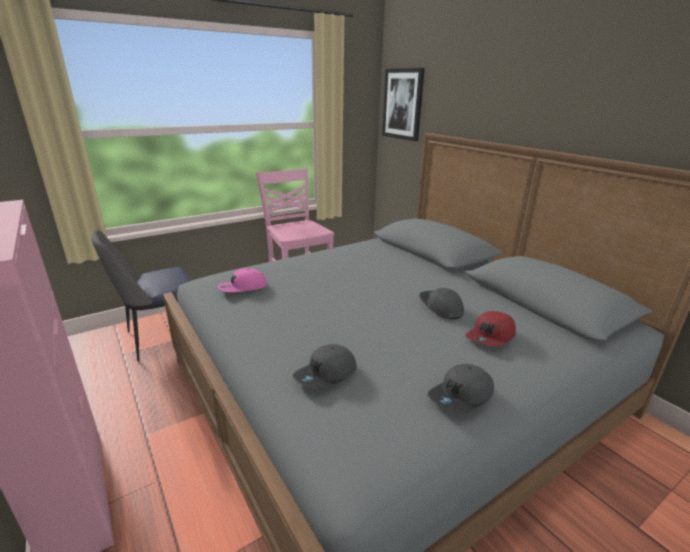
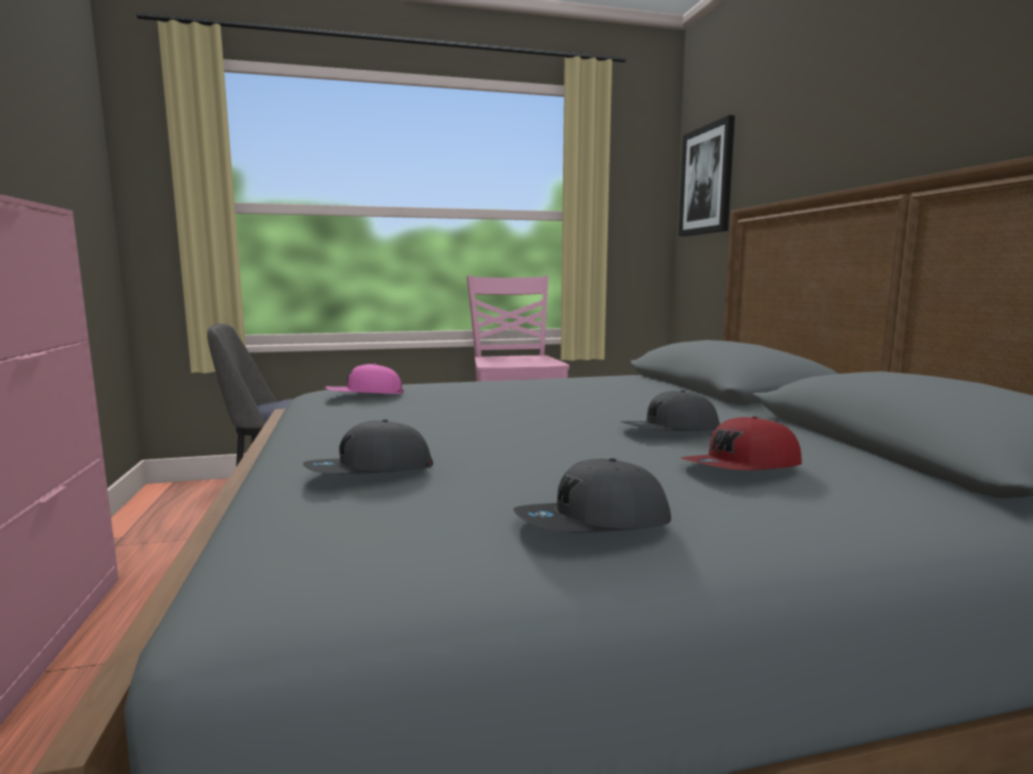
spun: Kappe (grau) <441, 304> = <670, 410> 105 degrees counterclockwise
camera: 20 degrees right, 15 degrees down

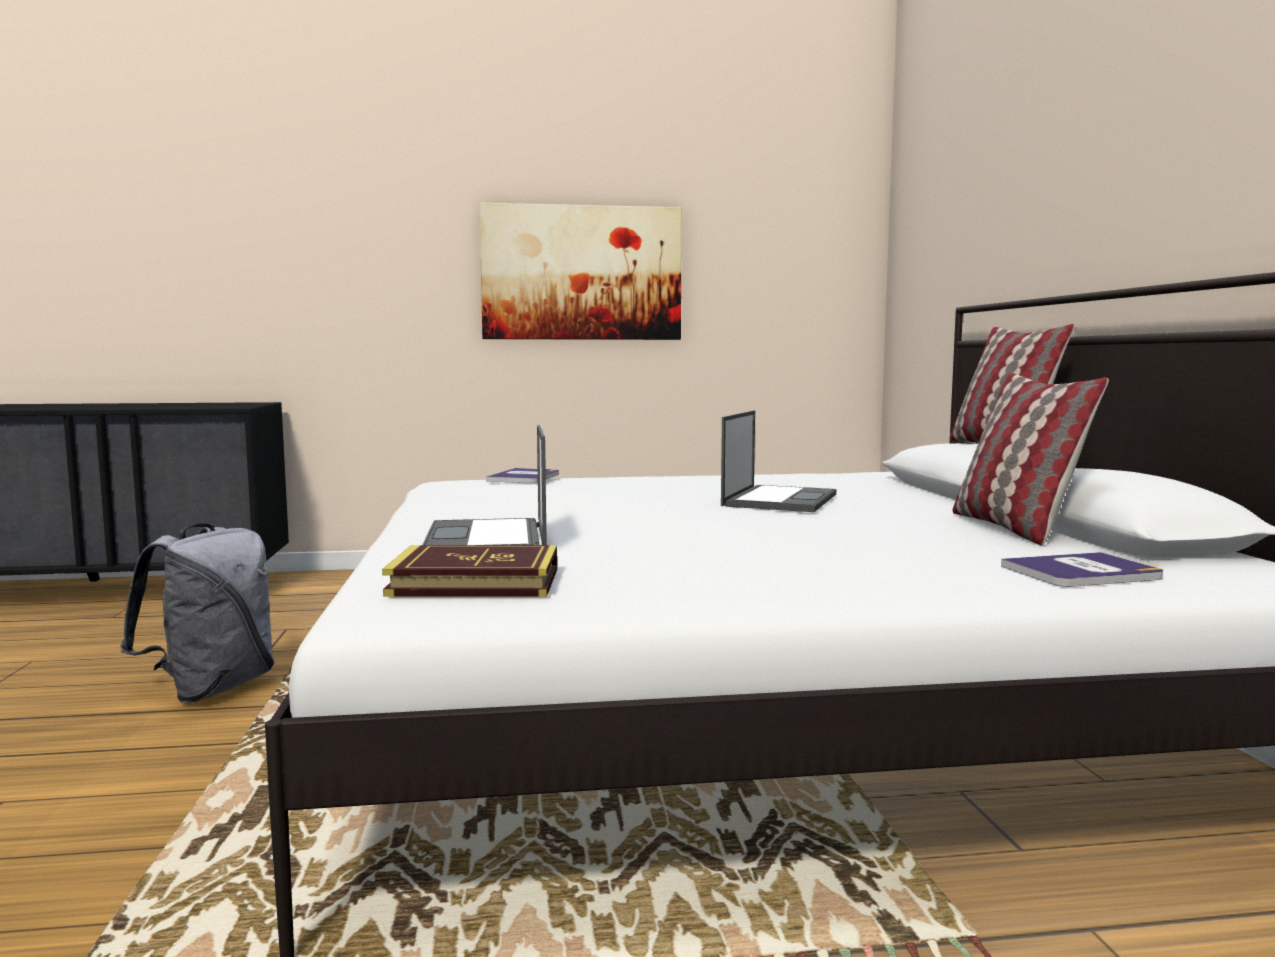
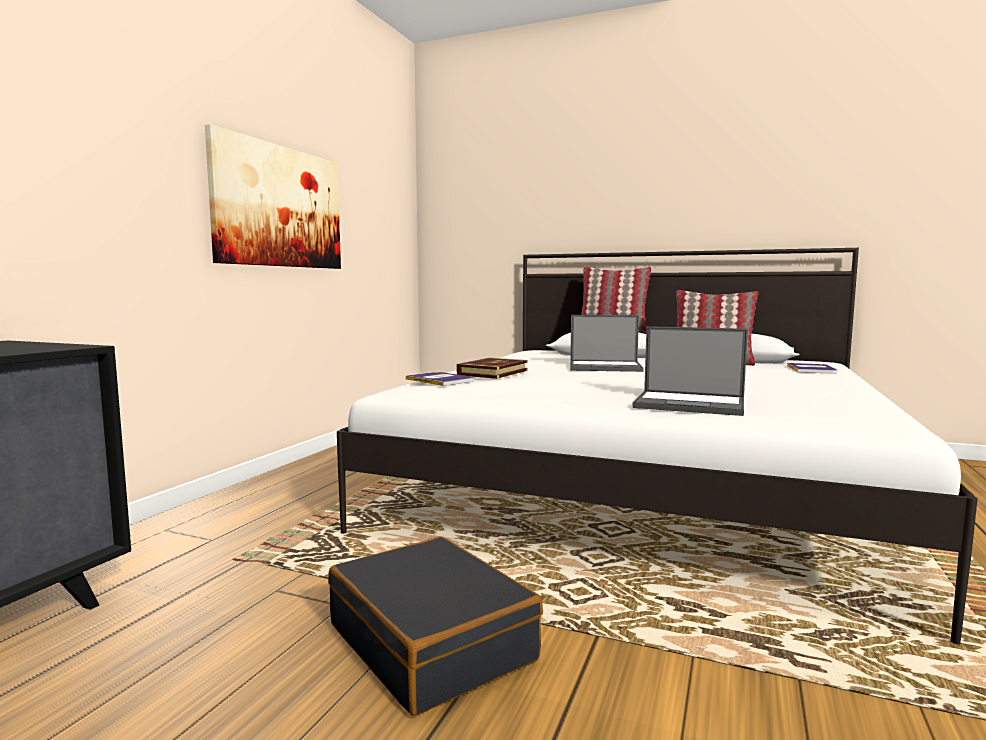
relocated: Buch <469, 571> to <492, 368>
exchanged: Rucksack (grau) <197, 613> to Koffer (schwarz) <435, 626>
spun: Laptop <778, 461> = <606, 343> 135 degrees clockwise
camera: 60 degrees left, 0 degrees up

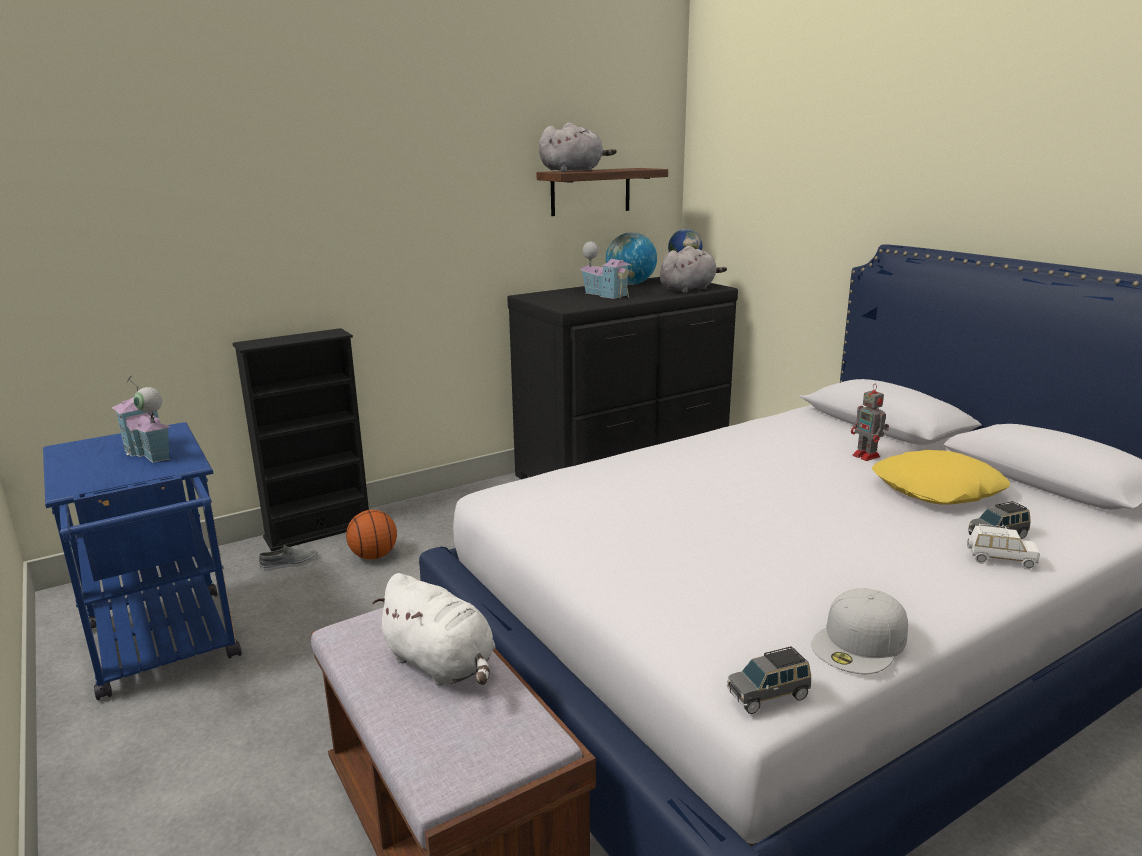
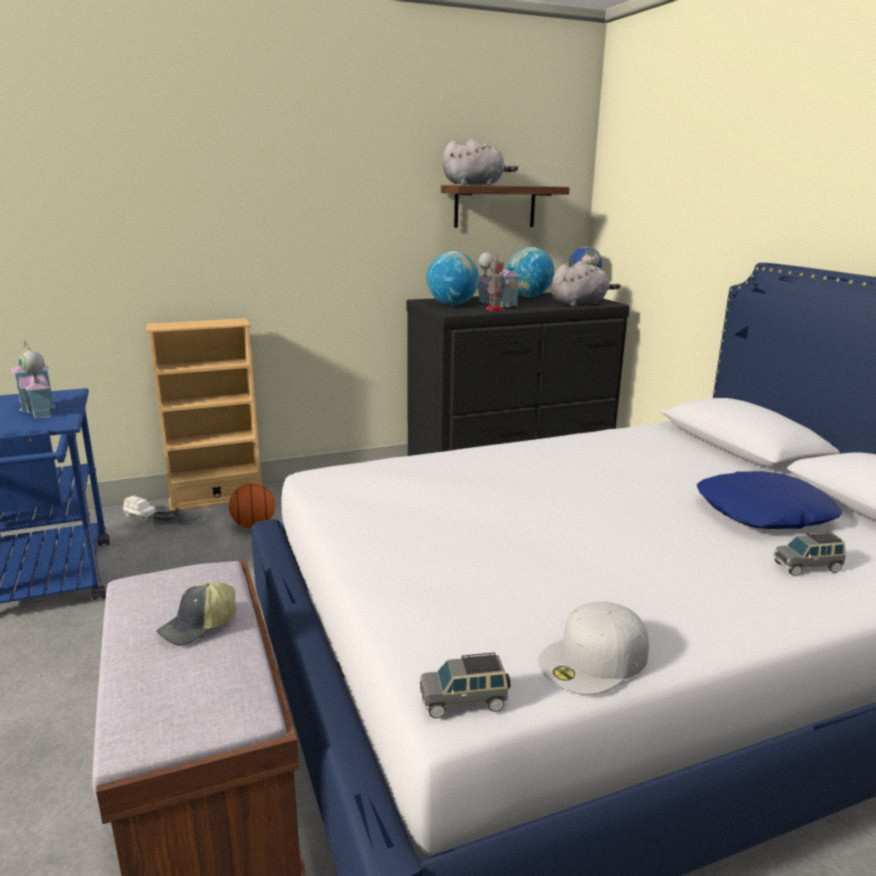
appeared: Globus <453, 278>
relocated: Spielzeugroboter <870, 423> to <495, 283>; Spielzeugauto (weiß) <1003, 547> to <139, 508>
exchanged: Plüschtier (weiß) <434, 629> to Kappe <196, 614>
colour: Bücherregal (schwarz) <300, 439> to Bücherregal (beige) <204, 414>; Kissen (gelb) <941, 477> to Kissen (blau) <769, 500>
camera: 10 degrees right, 0 degrees up

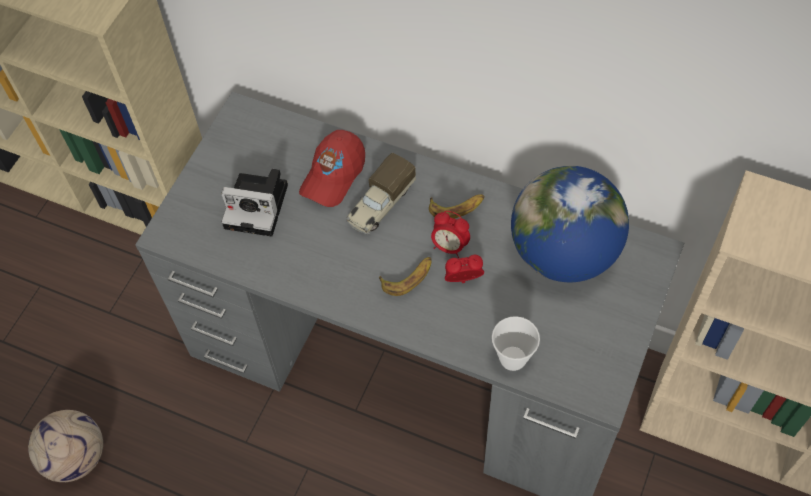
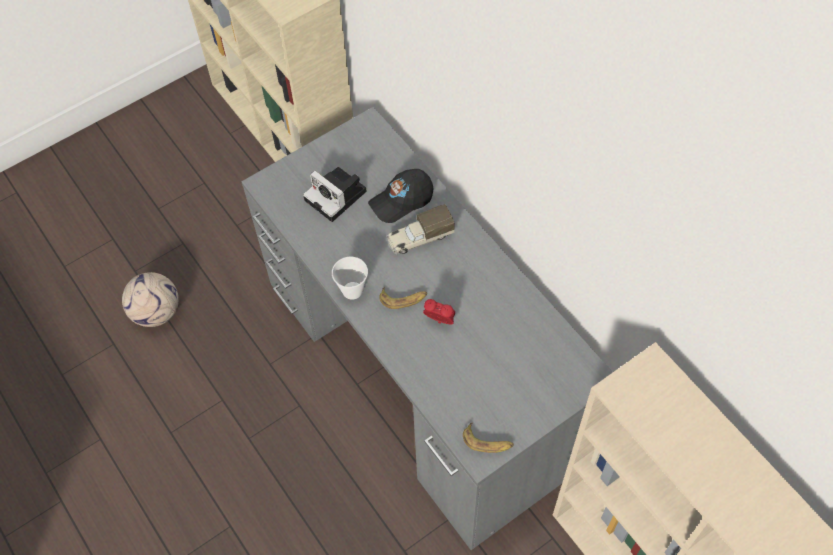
missing: Wecker <450, 234>; Globus <570, 224>
relocated: Banane <456, 206> to <488, 438>; Tasse <516, 343> to <350, 278>
colour: Kappe (rot) <332, 168> to Kappe (schwarz) <400, 196>
camera: 30 degrees right, 0 degrees up

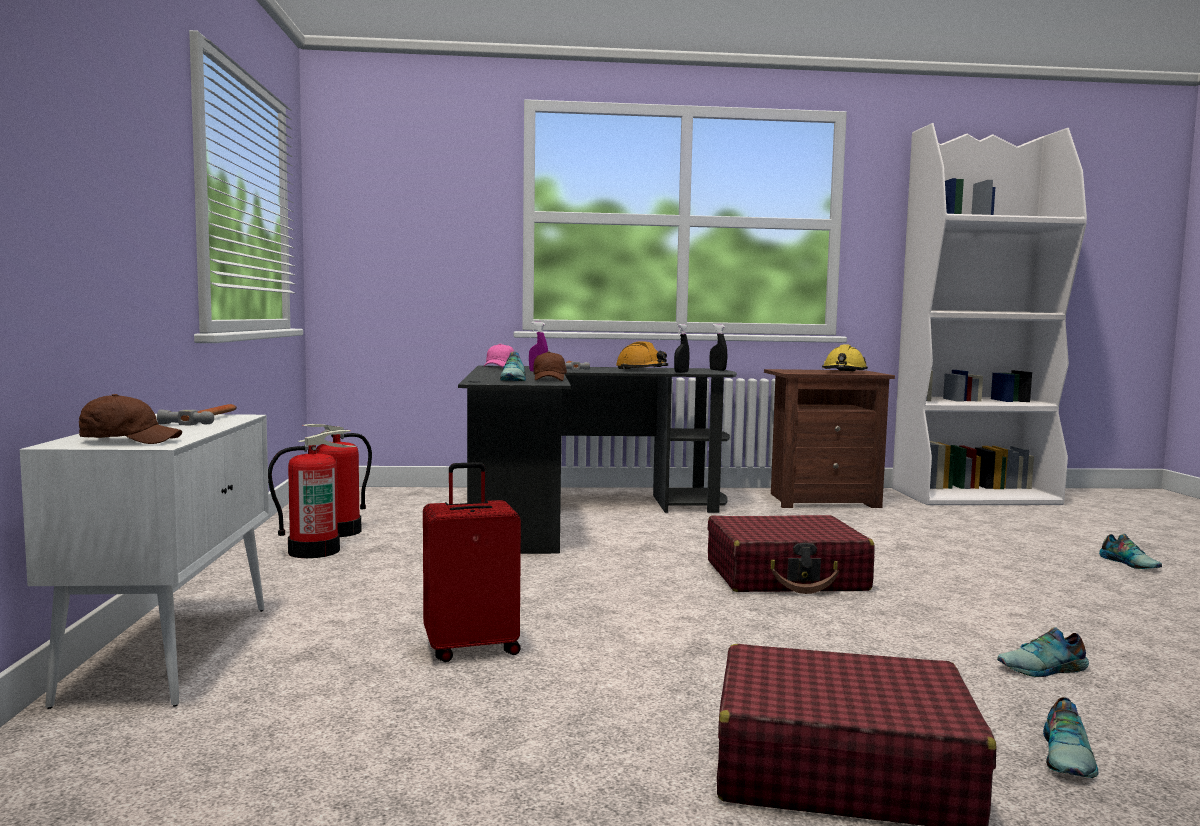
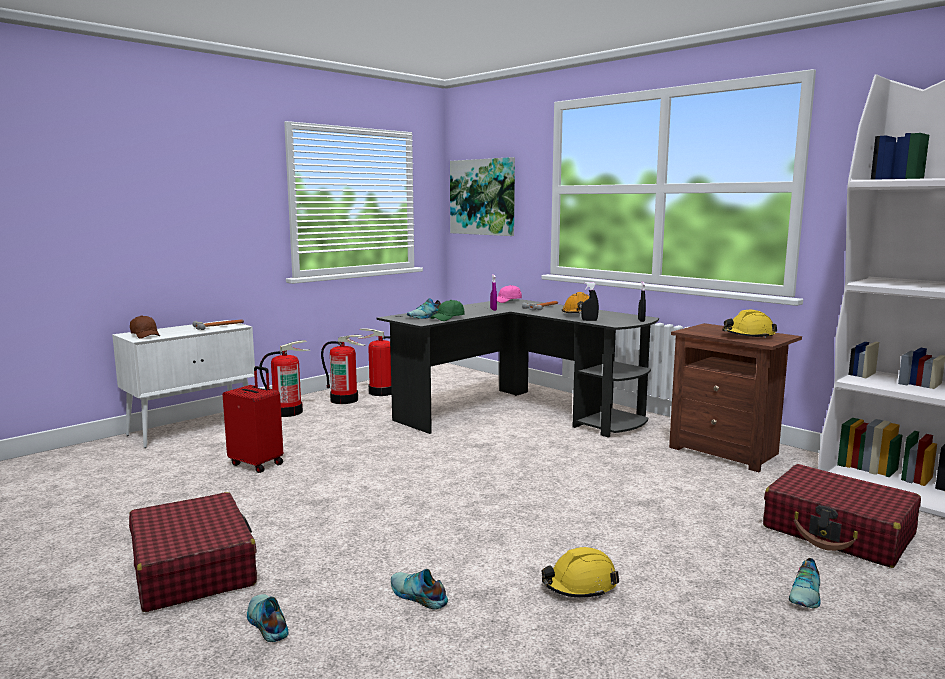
appeared: Feuerlöscher <284, 378>; Bild <482, 196>; Schutzhelm (gelb) <580, 572>
relocated: Koffer (rot) <791, 554> to <842, 516>
colour: Kappe (braun) <550, 366> to Kappe (grün) <447, 310>
spun: Schuh <1071, 737> = <268, 618> 75 degrees clockwise
camera: 50 degrees right, 5 degrees up

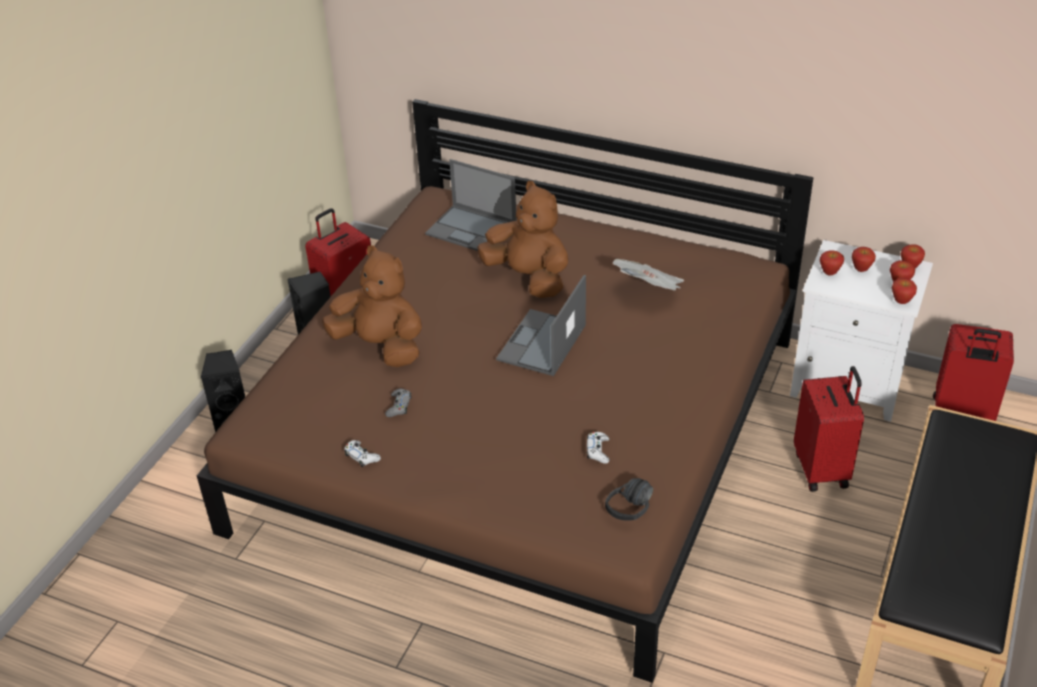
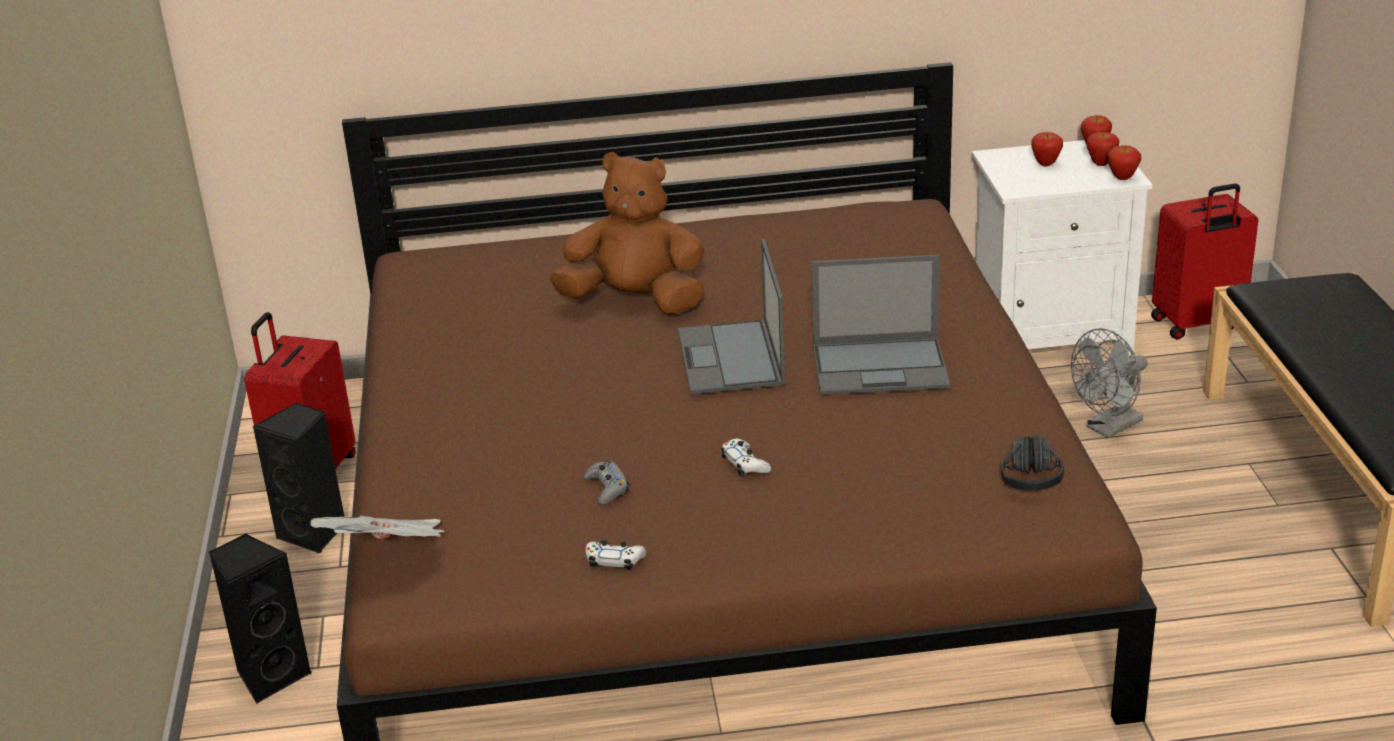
missing: Plüschtier (braun) <372, 306>; Apfel <832, 263>
relocated: Laptop <471, 205> to <881, 325>; Gamepad (weiß) <598, 448> to <746, 456>; Zeitung <648, 275> to <377, 527>
exchanged: Koffer (rot) <829, 429> to Ventilator (grau) <1109, 383>
camera: 30 degrees left, 10 degrees down

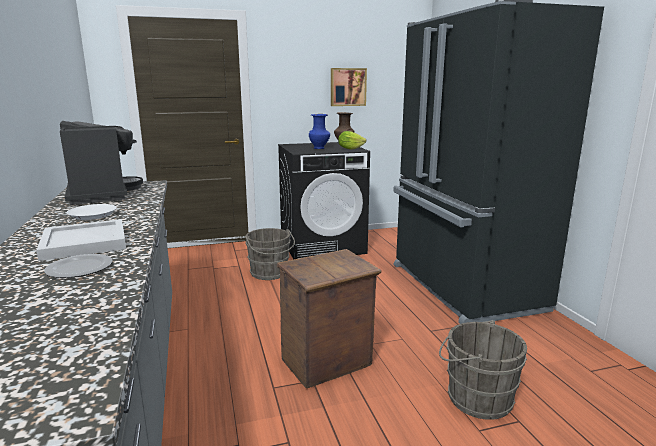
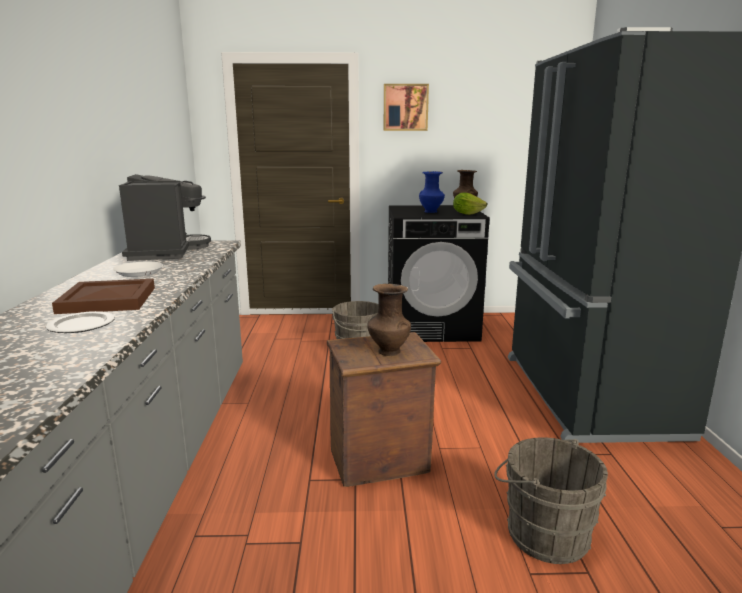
appeared: Vase (braun) <389, 319>
relocated: Bild <349, 87> to <406, 107>
colour: Tablett (weiß) <81, 240> to Tablett (braun) <103, 296>
camera: 15 degrees right, 0 degrees up

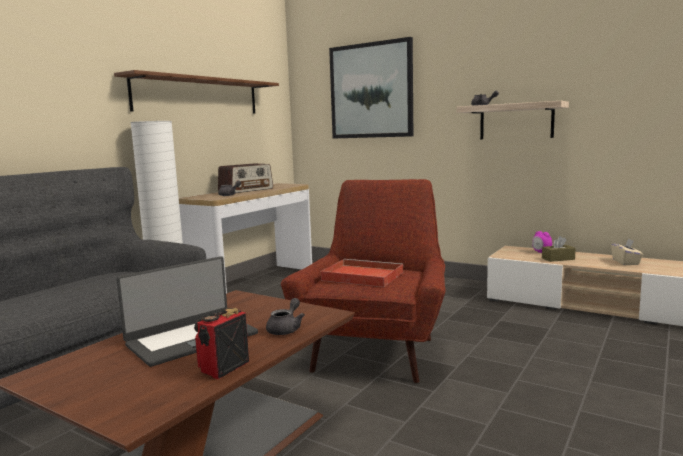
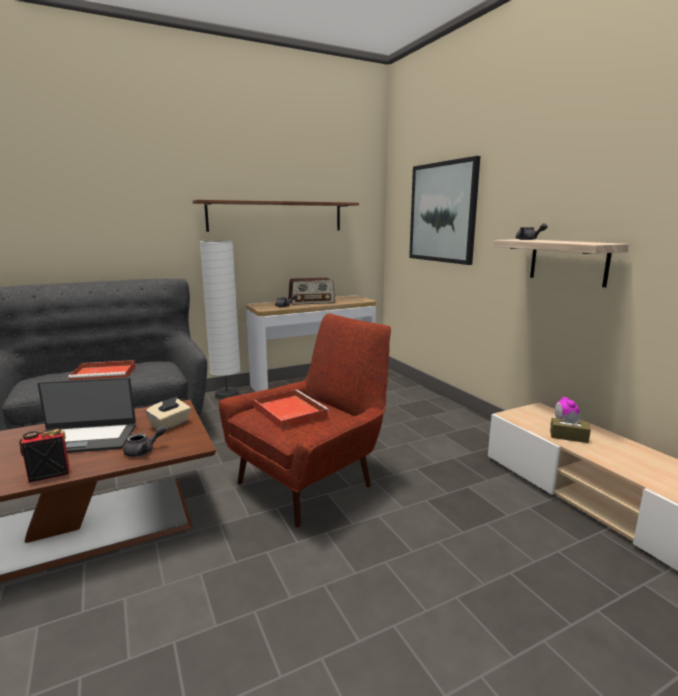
appeared: Tablett (rot) <102, 370>
relocated: Taschentuchbox (beige) <627, 251> to <168, 413>
camera: 30 degrees right, 5 degrees up

